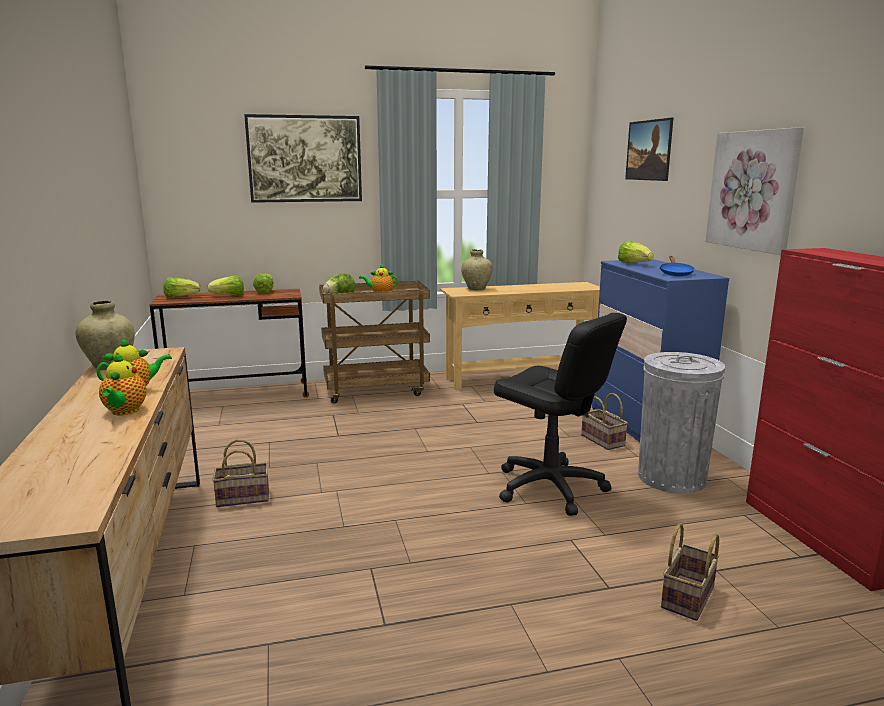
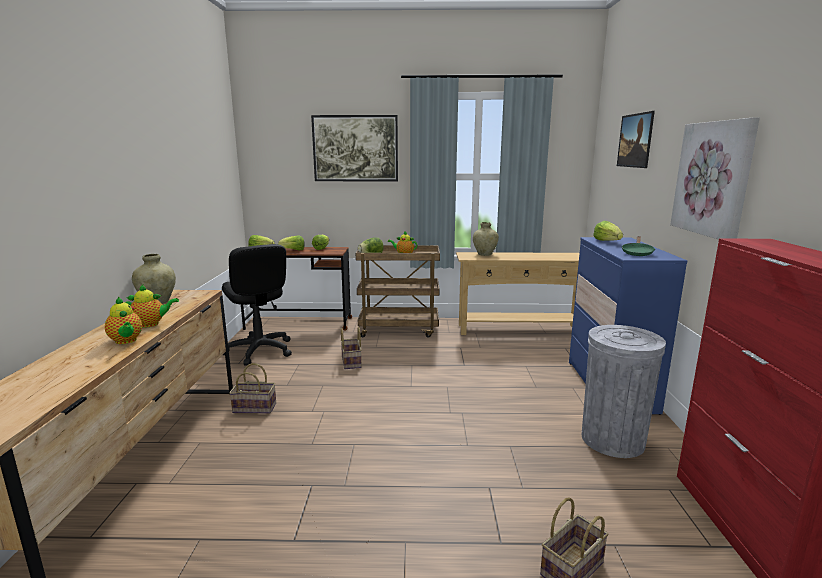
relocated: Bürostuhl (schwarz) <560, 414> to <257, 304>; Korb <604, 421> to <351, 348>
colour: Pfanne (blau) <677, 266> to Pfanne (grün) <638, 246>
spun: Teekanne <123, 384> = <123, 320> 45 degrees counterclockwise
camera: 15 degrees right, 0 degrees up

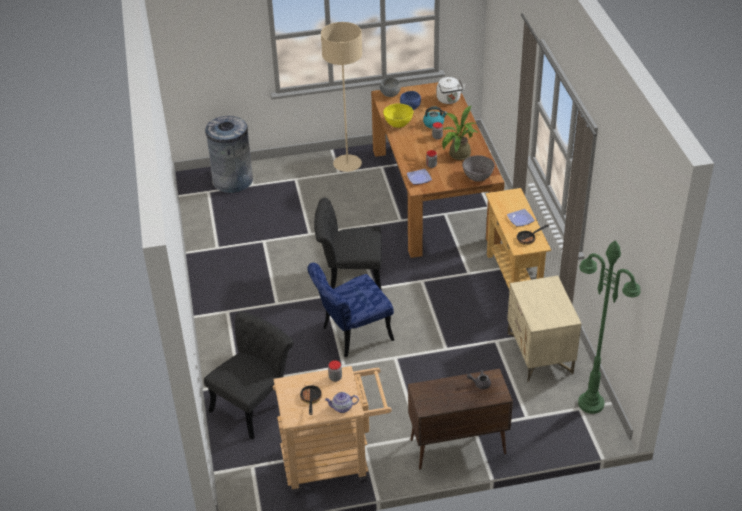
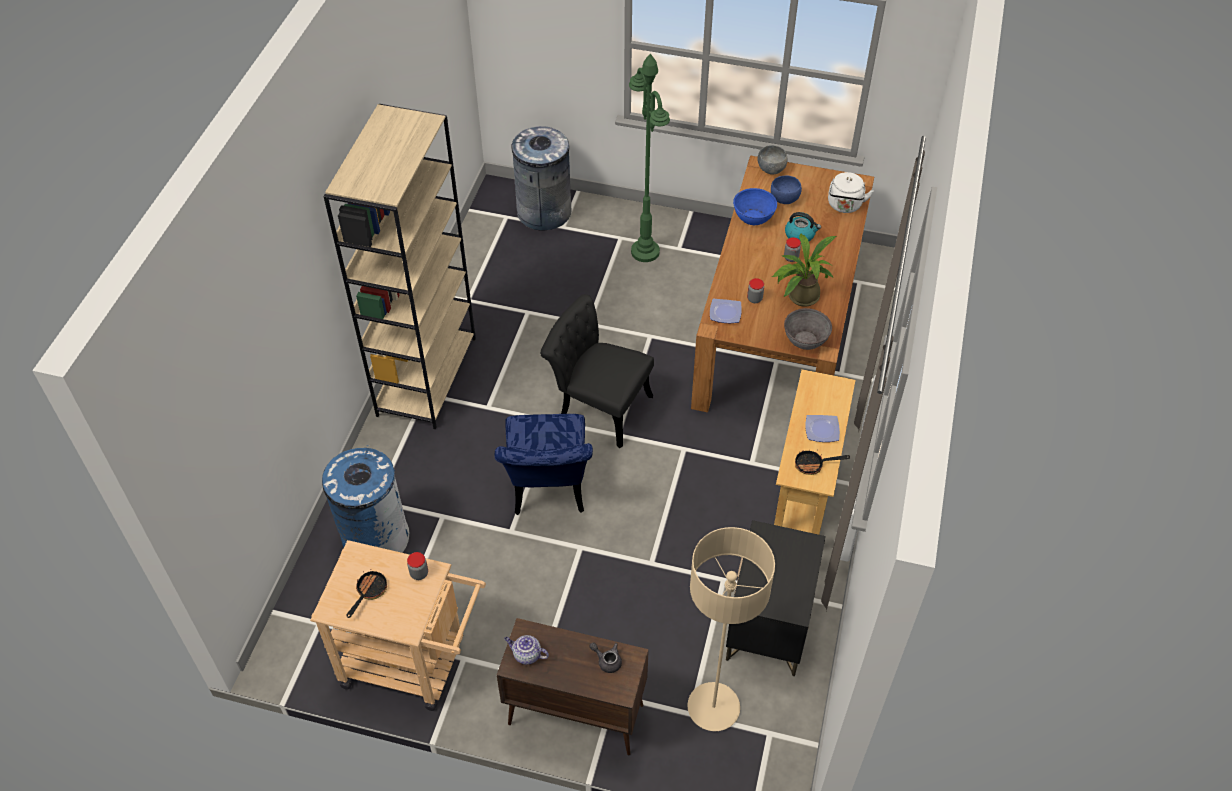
appeared: Bücherregal (beige) <400, 266>
relocated: Stehlampe (beige) <341, 97> to <731, 629>; Teekanne <342, 402> to <526, 650>; Stehlampe (grün) <609, 327> to <649, 158>
exchanged: Stuhl (schwarz) <249, 375> to Mülleimer (blau) <365, 500>
colour: Schüssel (gelb) <398, 115> to Schüssel (blau) <755, 206>; Nachttisch (beige) <544, 329> to Nachttisch (schwarz) <776, 598>
spun: Stuhl (blau) <350, 310> = <544, 464> 90 degrees counterclockwise
camera: 25 degrees right, 10 degrees up

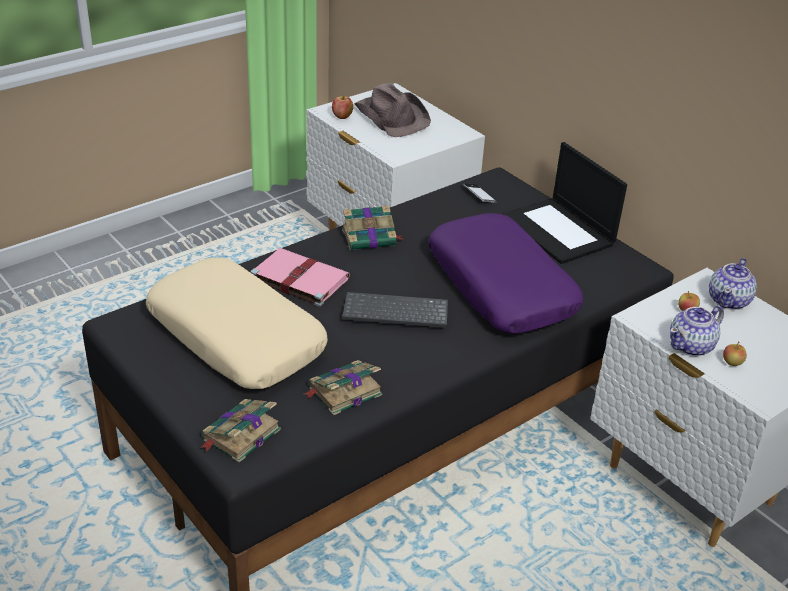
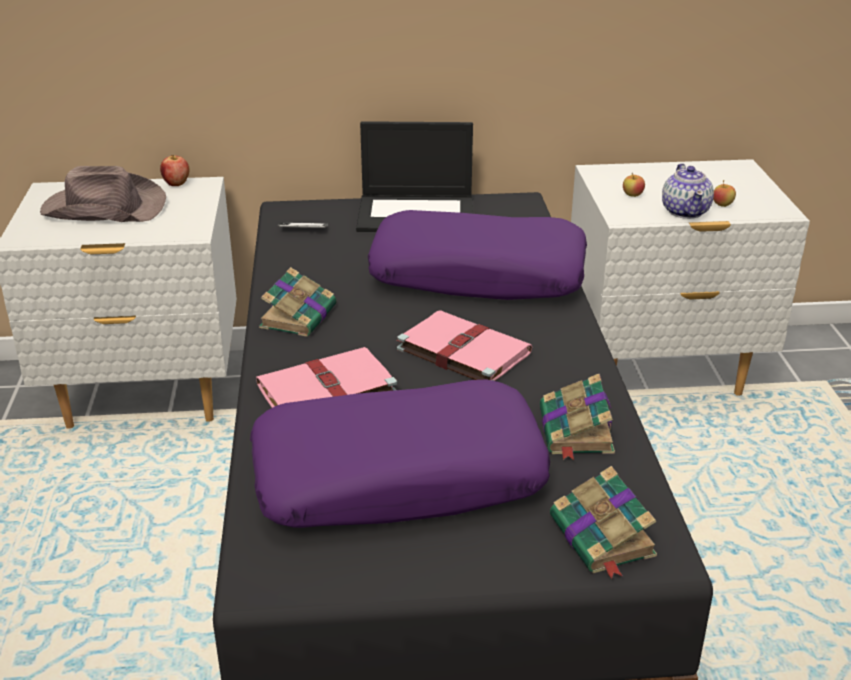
missing: Teekanne <733, 284>
relocated: Apfel <342, 107> to <175, 170>
exchanged: Tastatur <395, 310> to Buch (rosa) <464, 345>
colour: Kissen (beige) <237, 323> to Kissen (lila) <400, 453>
camera: 55 degrees left, 5 degrees down

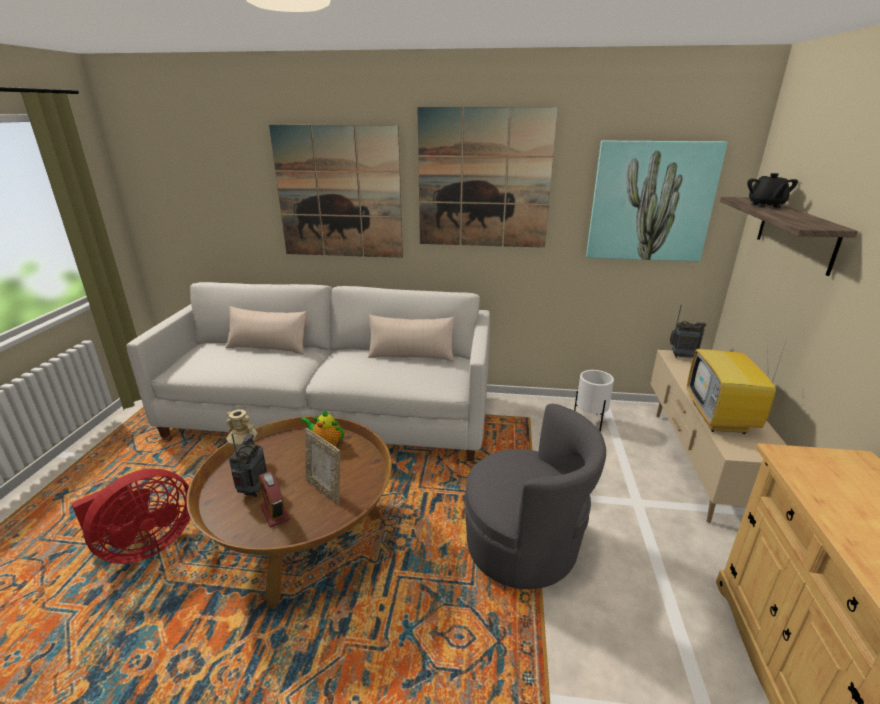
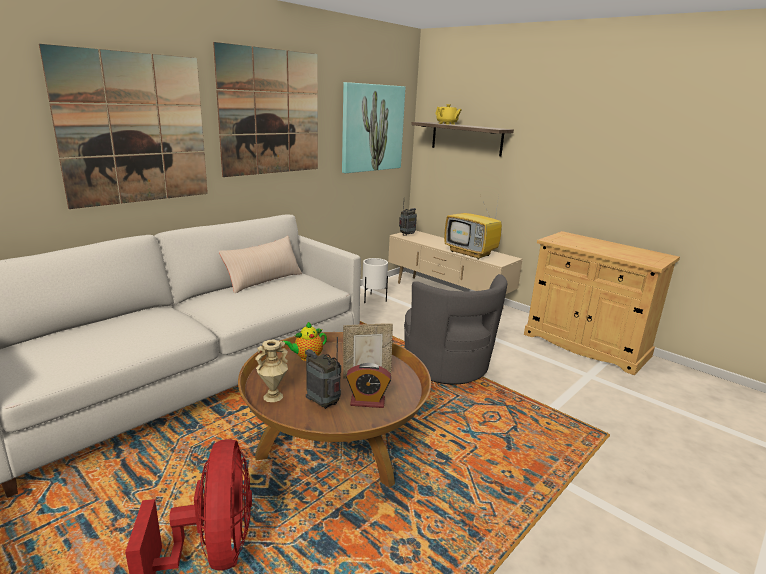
missing: Kissen (beige) <266, 330>
colour: Teekanne (schwarz) <772, 190> to Teekanne (gelb) <448, 114>
spun: Sessel (grau) <535, 496> = <455, 329> 105 degrees clockwise
camera: 55 degrees left, 5 degrees down

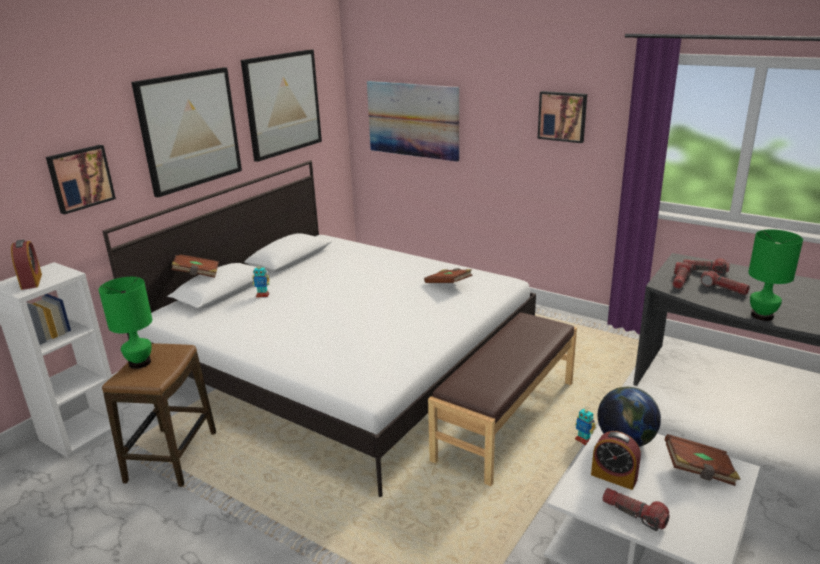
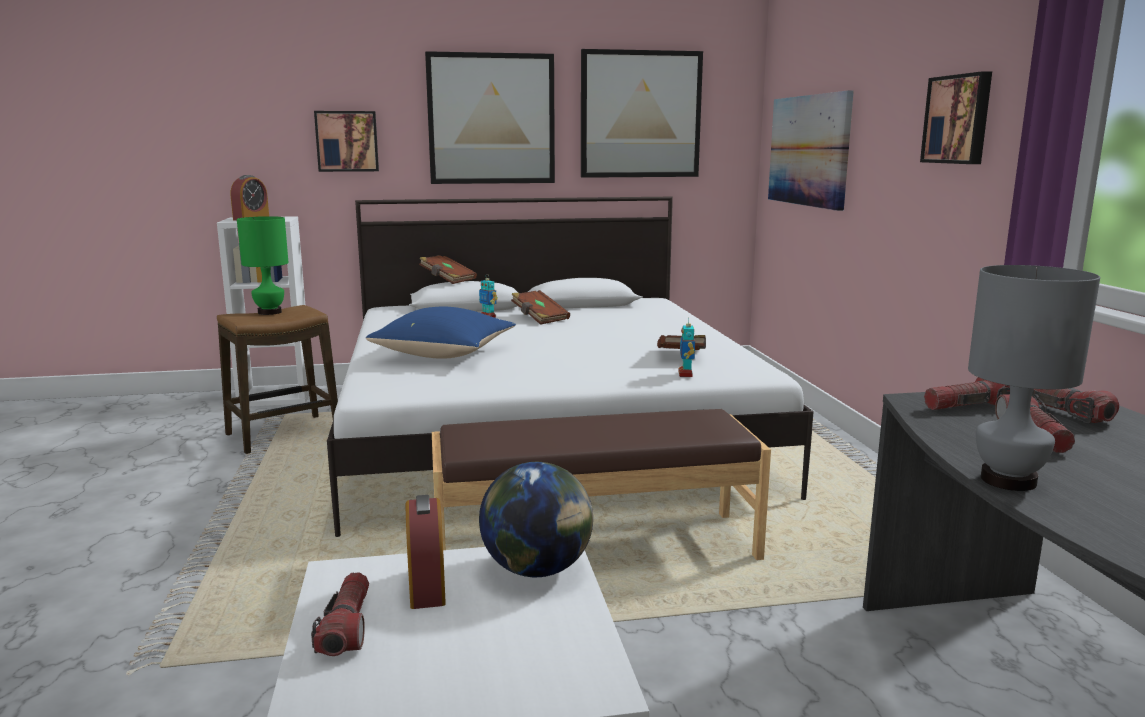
appeared: Kissen (blau) <441, 333>
relocated: Spielzeugroboter <585, 426> to <686, 347>; Buch (braun) <702, 460> to <540, 307>
colour: Tischlampe (grün) <775, 275> to Tischlampe (grau) <1034, 378>
camera: 45 degrees right, 10 degrees down

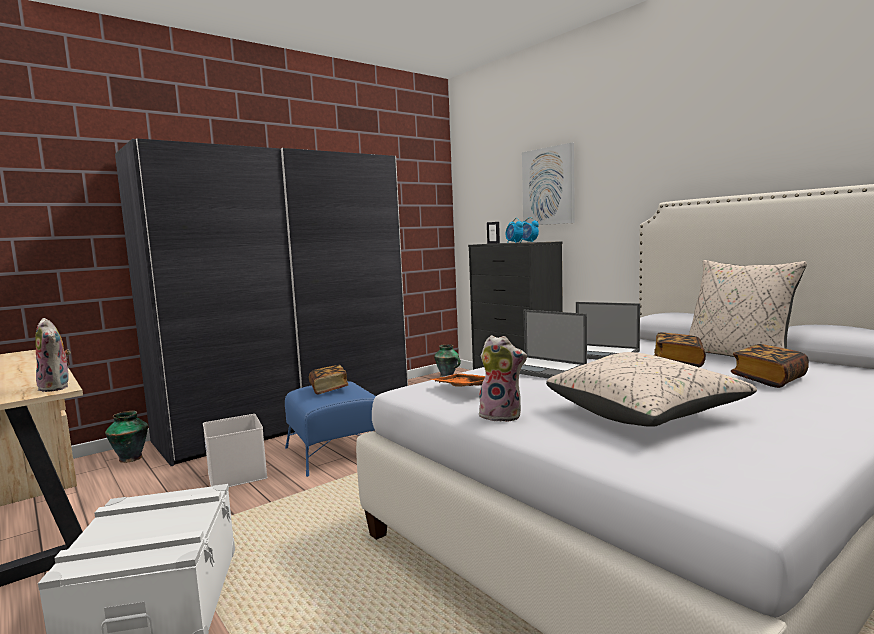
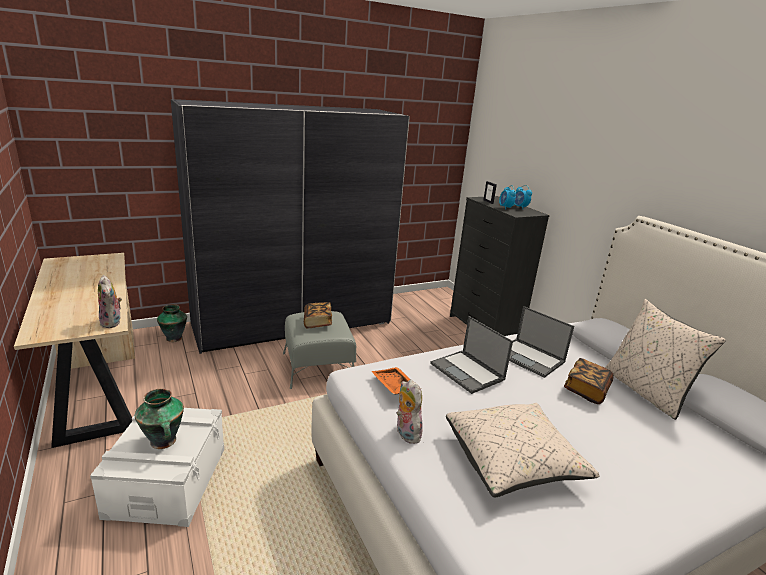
missing: Aufbewahrungsbox (weiß) <235, 450>; Bild <548, 184>; Buch <770, 366>
relocated: Vase <447, 360> to <159, 419>
colour: Polsterhocker (blau) <330, 429> to Polsterhocker (grau) <319, 350>
spun: Plüschtier <503, 378> = <409, 411> 150 degrees counterclockwise
camera: 10 degrees right, 15 degrees up

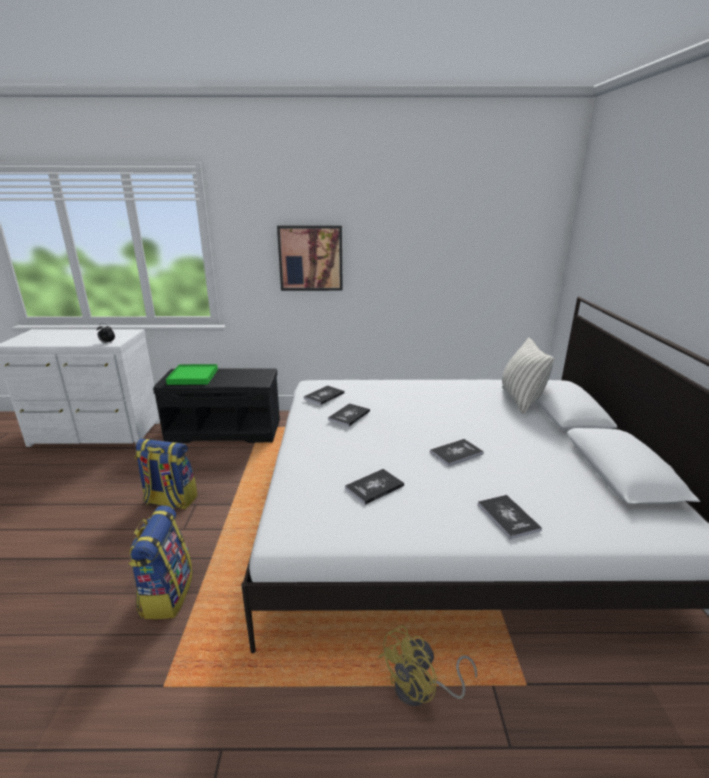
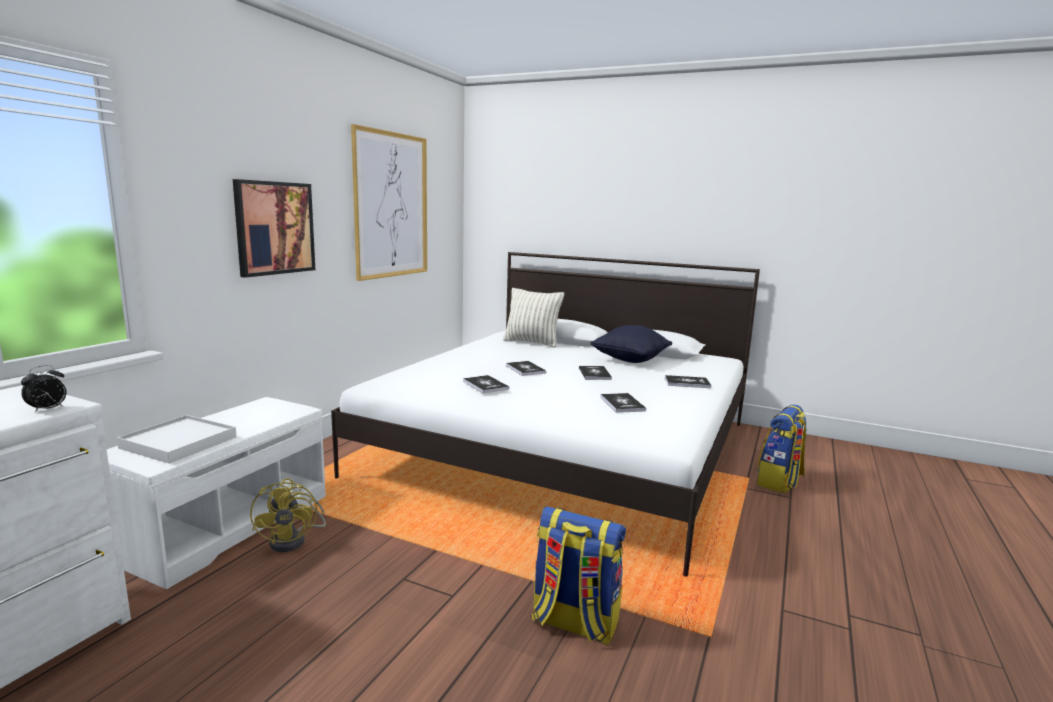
appeared: Bild <389, 202>; Kissen (schwarz) <631, 344>
relocated: Rucksack <166, 474> to <782, 448>; Buch <324, 395> to <526, 368>; Ventilator (gelb) <427, 665> to <288, 515>
colour: Bank (schwarz) <216, 405> to Bank (weiß) <216, 493>; Tablett (grün) <192, 374> to Tablett (weiß) <177, 439>
camera: 65 degrees left, 10 degrees down

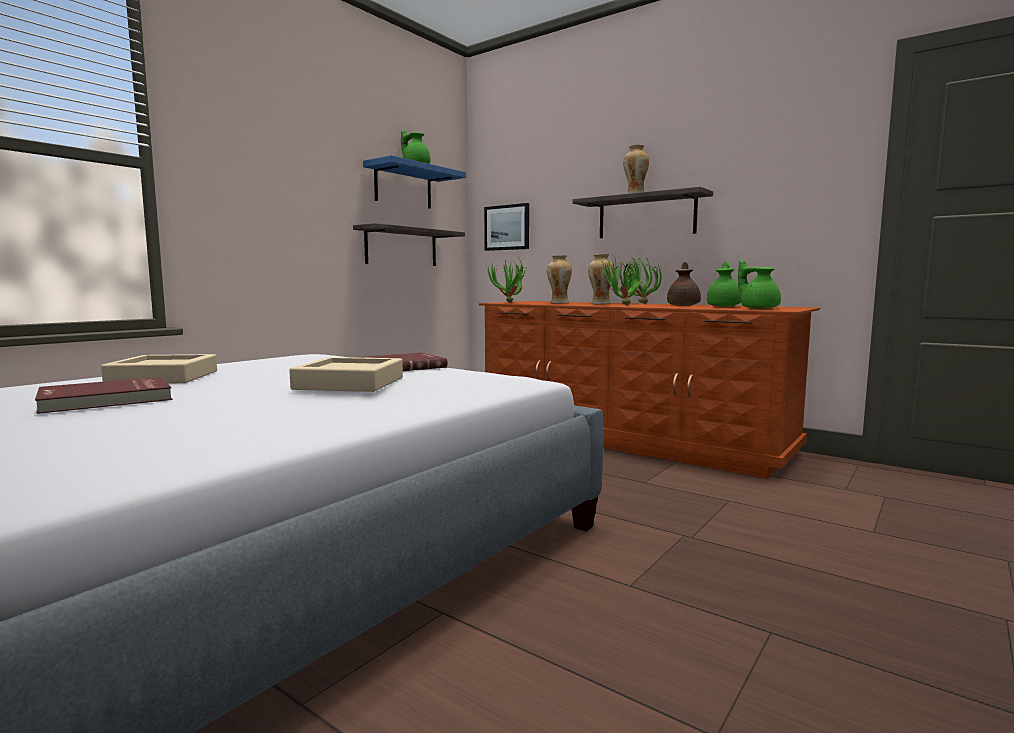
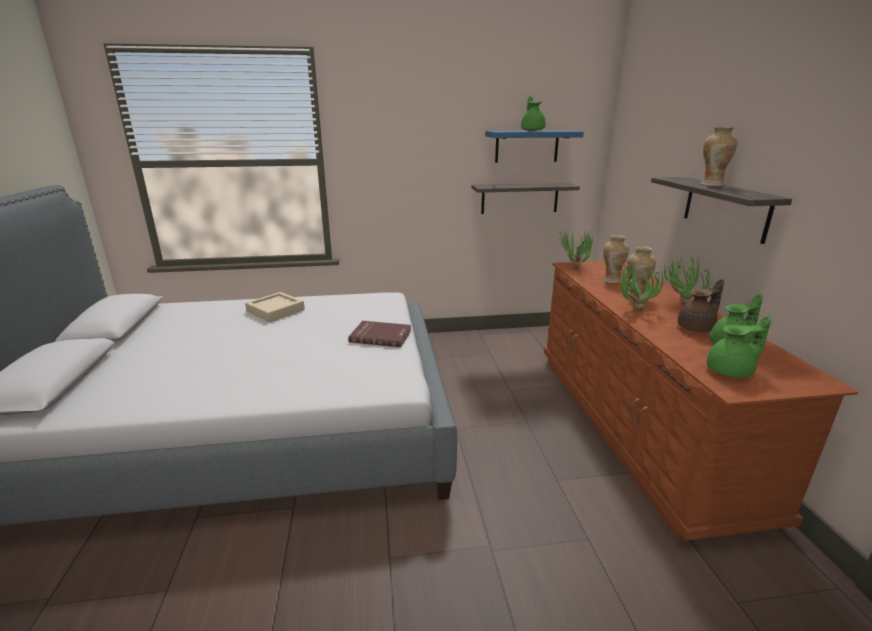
missing: Buch (rot) <103, 395>; Tablett (beige) <346, 374>; Bild <506, 227>
spun: Teekanne (grün) <759, 284> = <739, 347> 60 degrees clockwise
camera: 45 degrees right, 15 degrees up

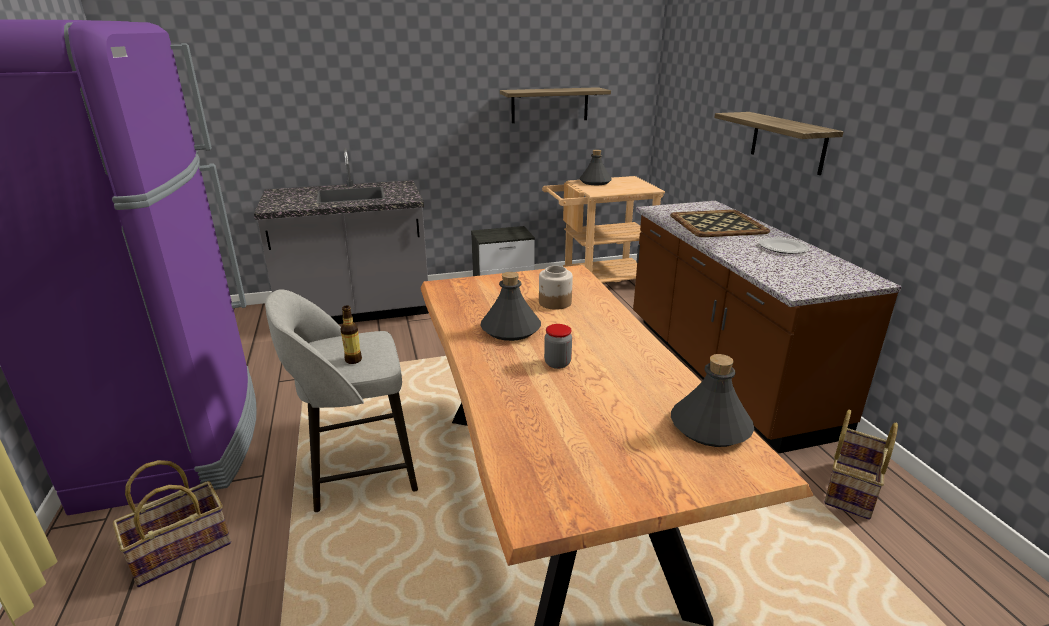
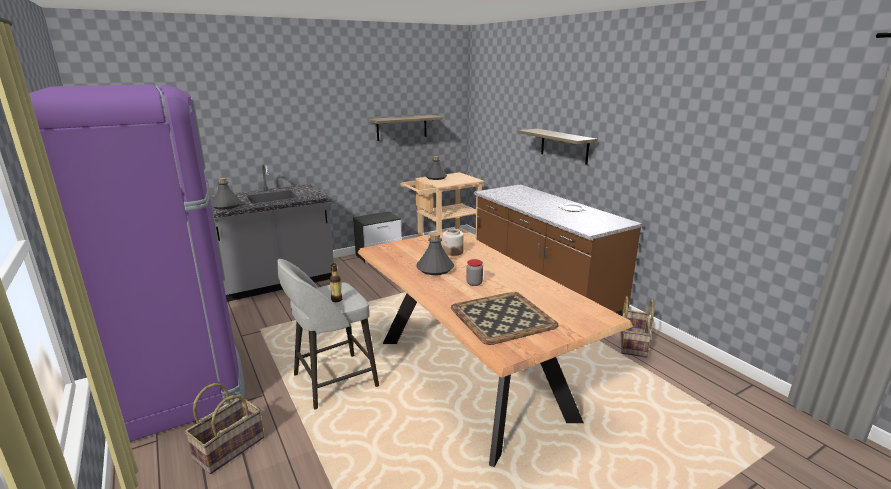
relocated: Tablett <720, 223> to <504, 318>; Flasche (grau) <712, 400> to <227, 194>
camera: 15 degrees left, 5 degrees down

